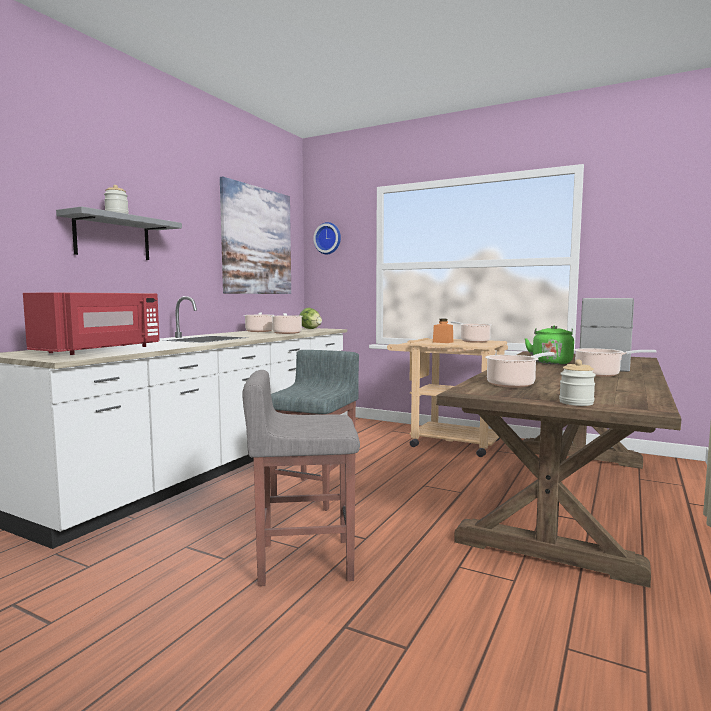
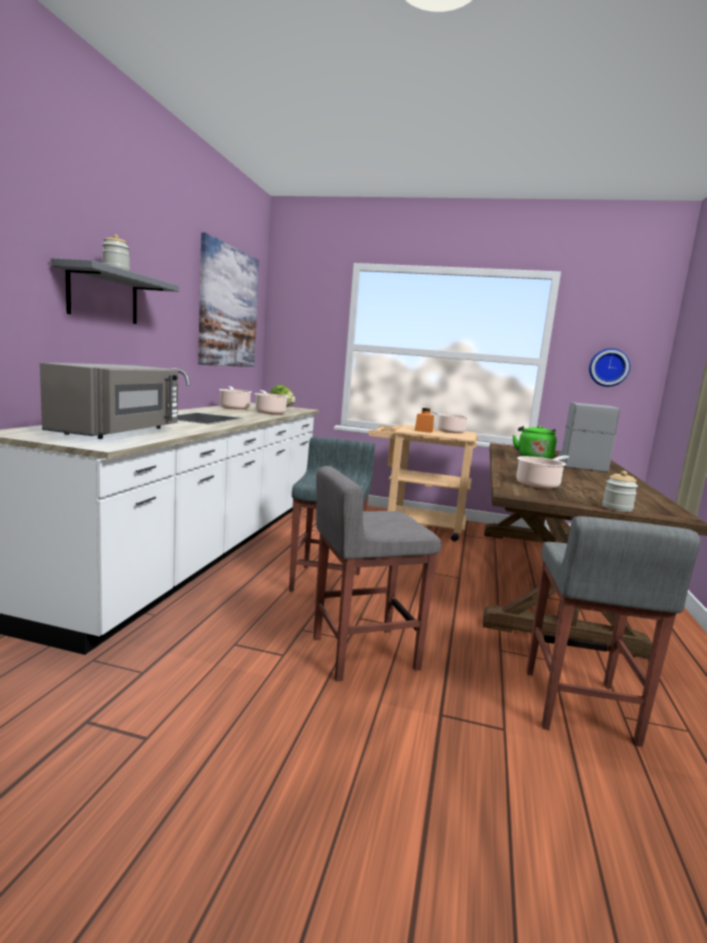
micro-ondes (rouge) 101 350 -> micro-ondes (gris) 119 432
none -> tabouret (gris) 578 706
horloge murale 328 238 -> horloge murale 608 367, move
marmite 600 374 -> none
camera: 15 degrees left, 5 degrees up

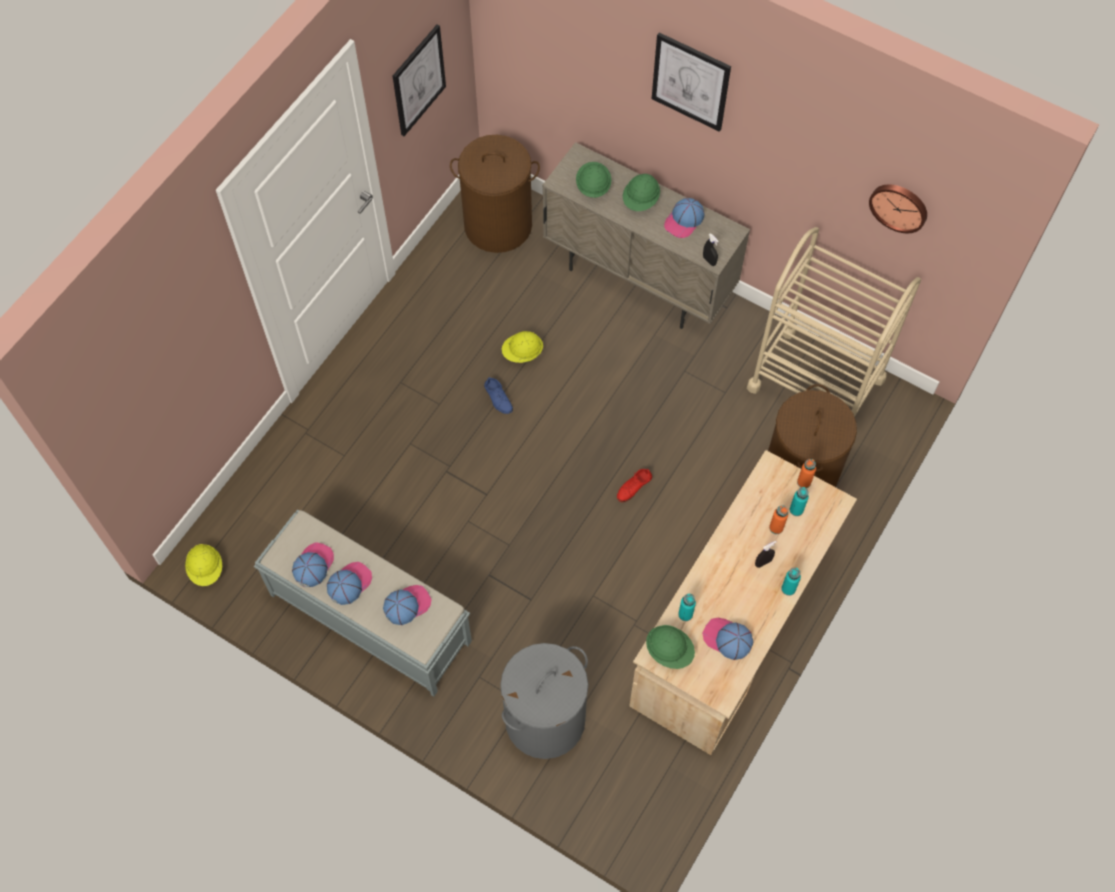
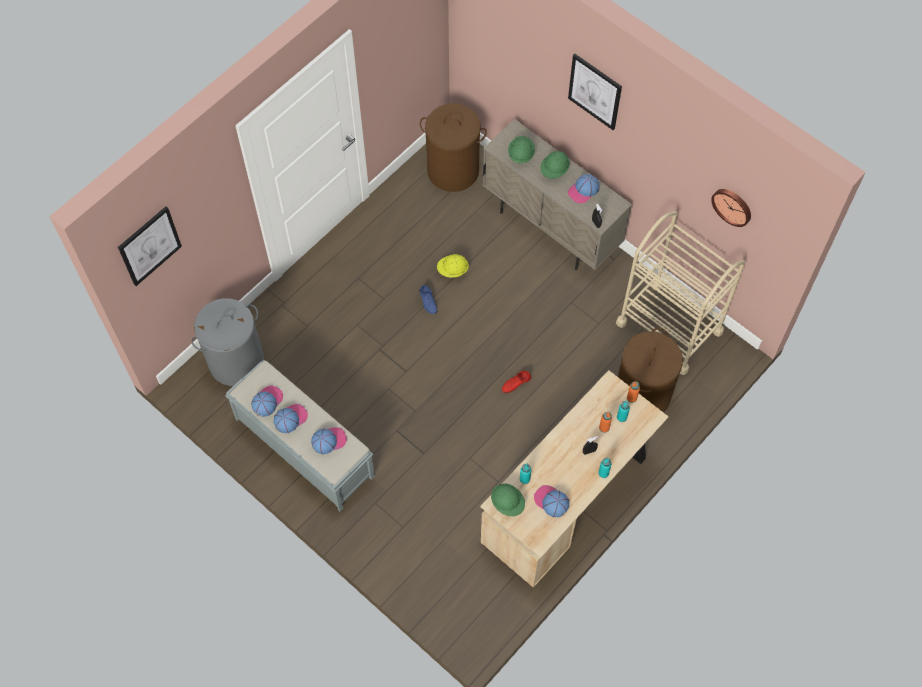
tableau 418 80 -> tableau 149 246, move
panier à linge (gris) 545 720 -> panier à linge (gris) 236 361, move
casque de chantier (jaune) 206 569 -> none
camera: 10 degrees right, 0 degrees up

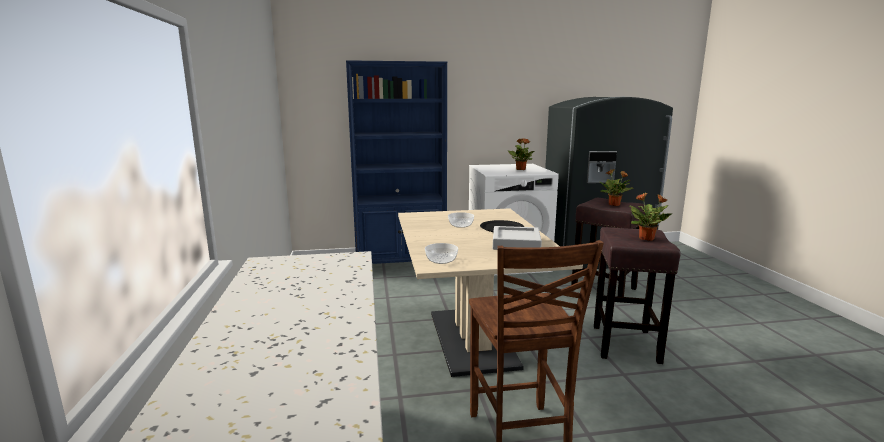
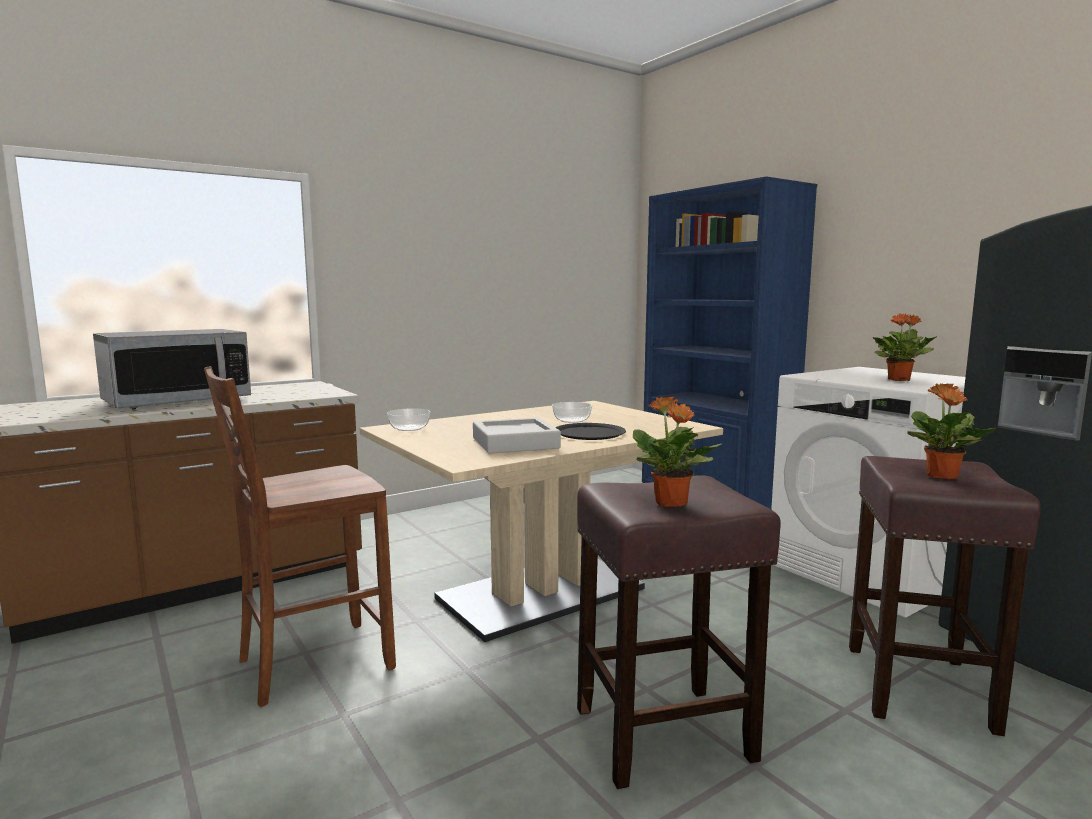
none -> micro-ondes 177 401
camera: 65 degrees right, 5 degrees down

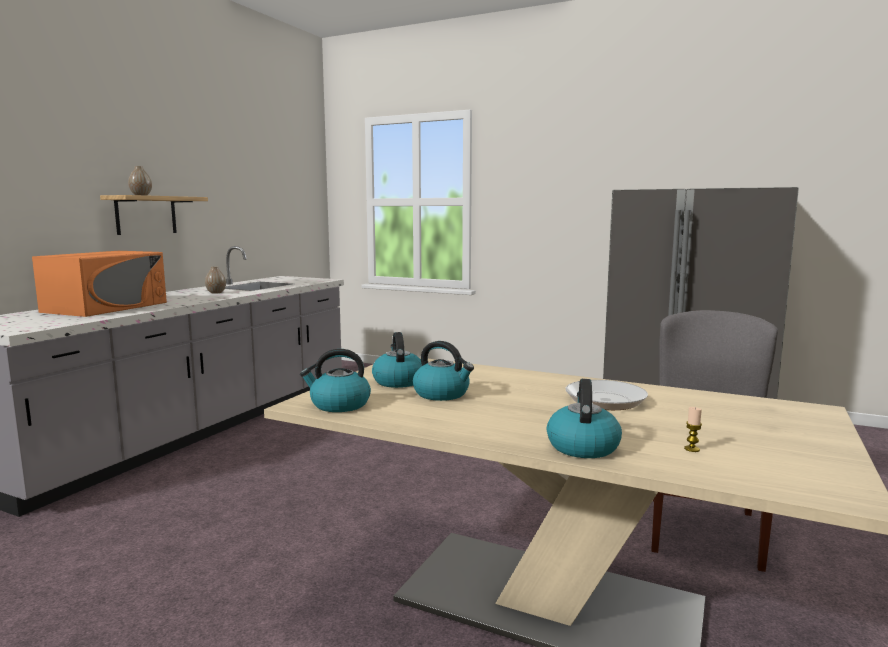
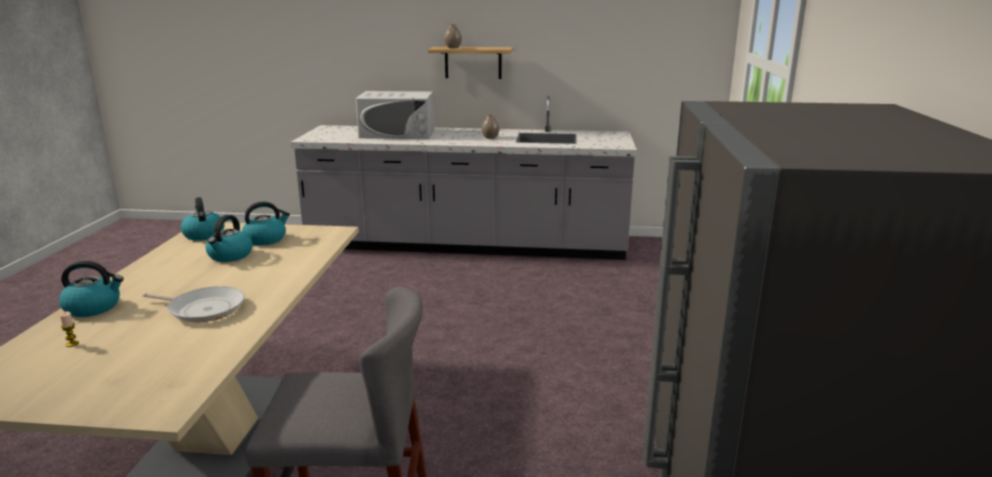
micro-ondes (orange) 106 307 -> micro-ondes (blanc) 397 133
camera: 70 degrees right, 10 degrees up

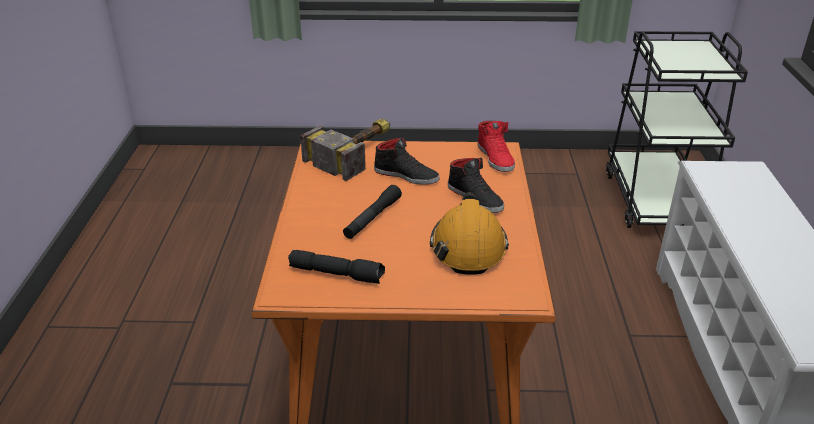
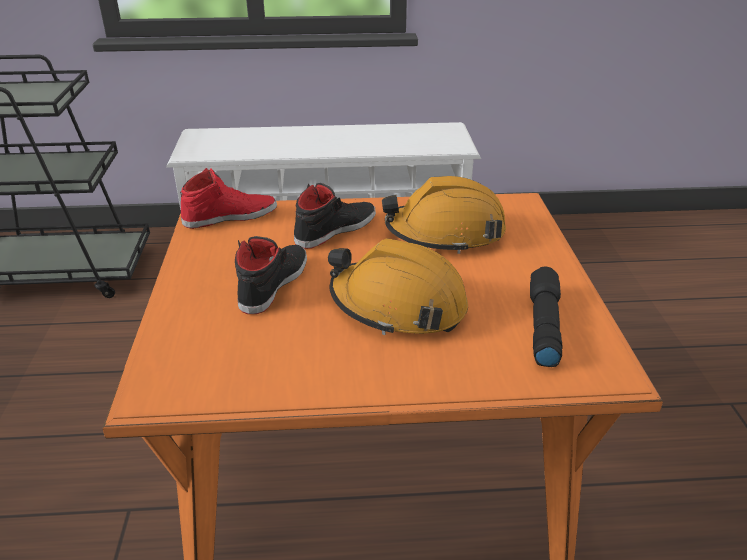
lampe de poche (noir) 372 218 -> casque de chantier (orange) 398 306
marteau 357 152 -> none
camera: 95 degrees left, 0 degrees up

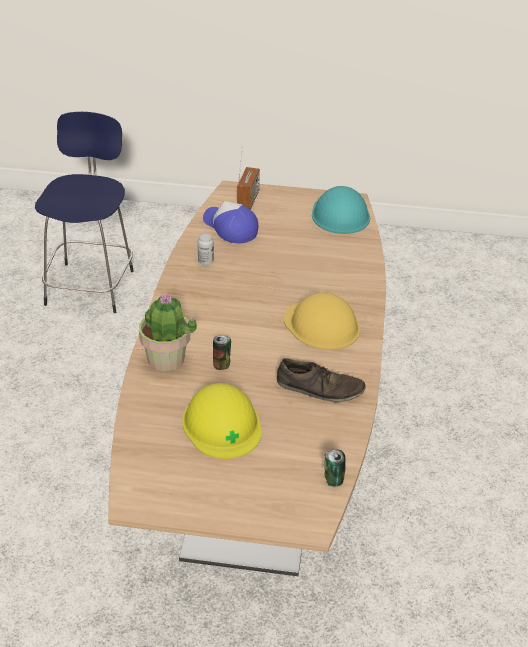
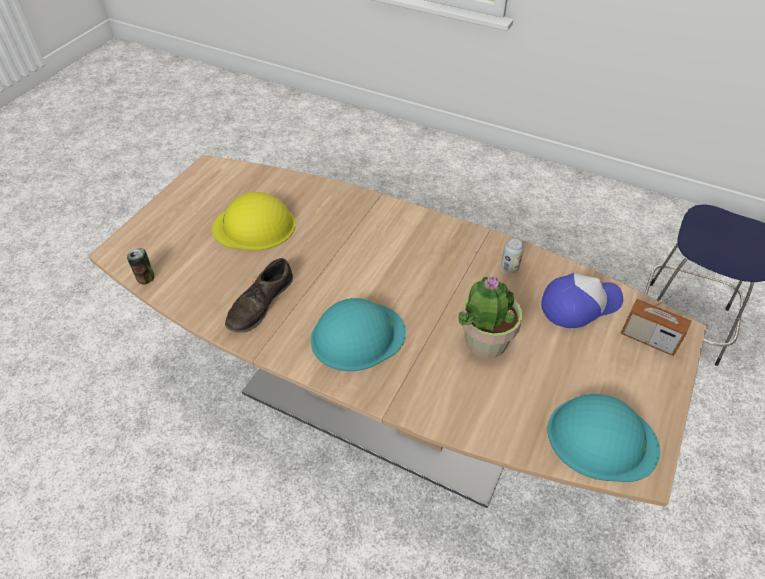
casque de chantier (jaune) 321 325 -> casque de chantier (turquoise) 357 336
plante en pot 166 359 -> plante en pot 485 342, move
boîte métallique 222 364 -> none
camera: 110 degrees right, 10 degrees up

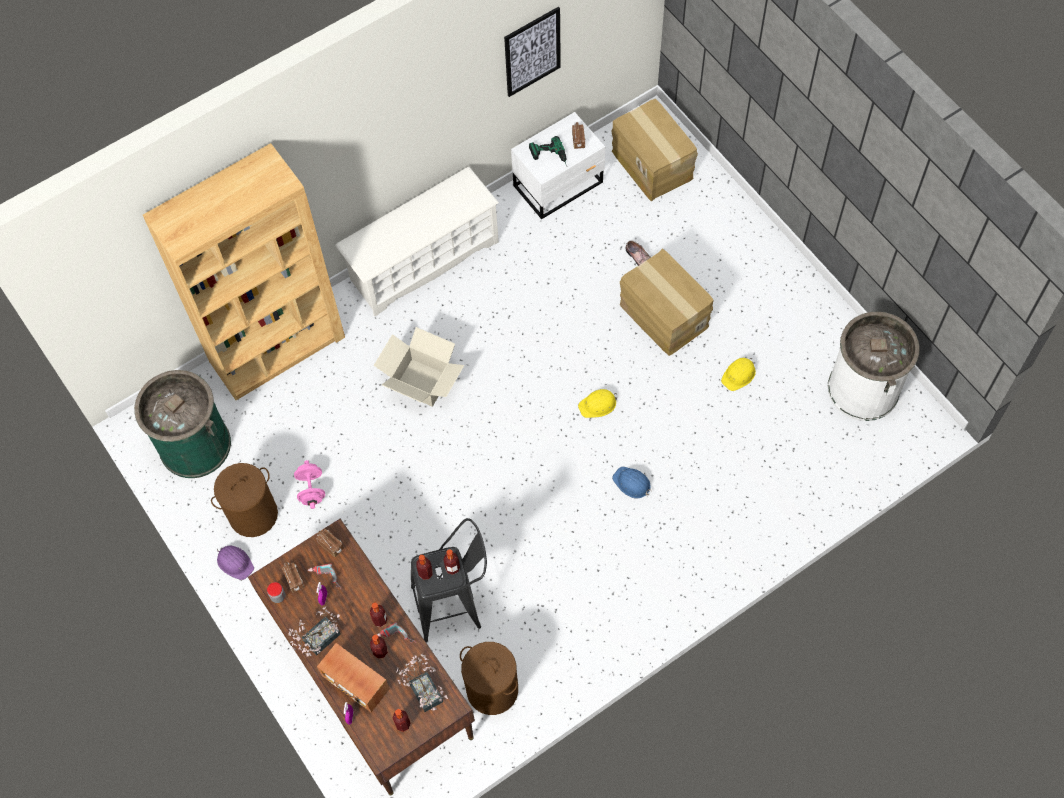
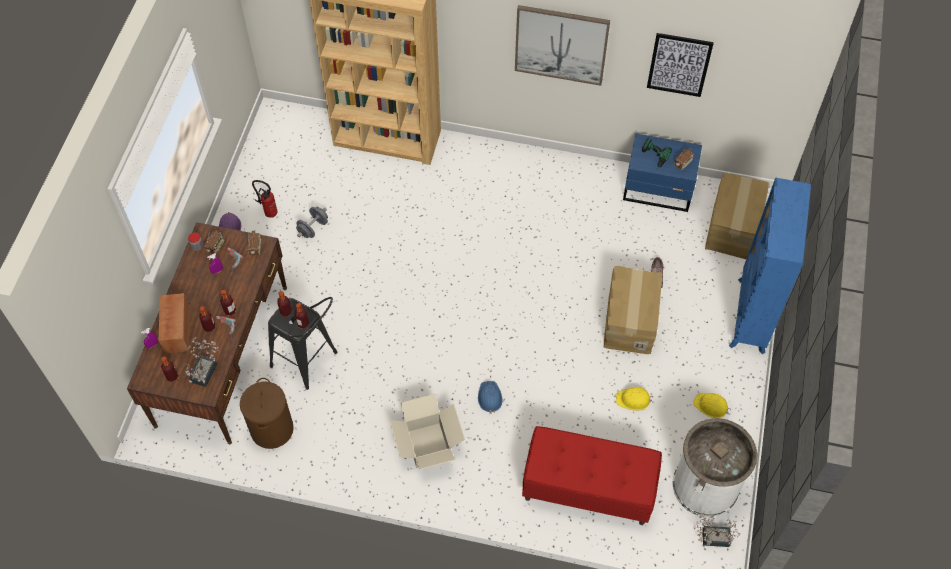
panier à linge (marron) 253 514 -> extincteur 269 212
haltère (rose) 311 489 -> haltère (gris) 313 228
carton 422 383 -> carton 427 445, move
none -> tableau 561 44
none -> banc (rouge) 588 489
table de chevet (blanc) 560 184 -> table de chevet (bleu) 659 190
casque de chantier (jaune) 598 405 -> casque de chantier (jaune) 711 406, move
plante en pot 318 640 -> plante en pot 712 537, move
none -> bibliothèque (bleu) 750 316
poubelle (vert) 195 445 -> none
étagère à chaussures (blanc) 423 261 -> none
camera: 45 degrees right, 5 degrees down

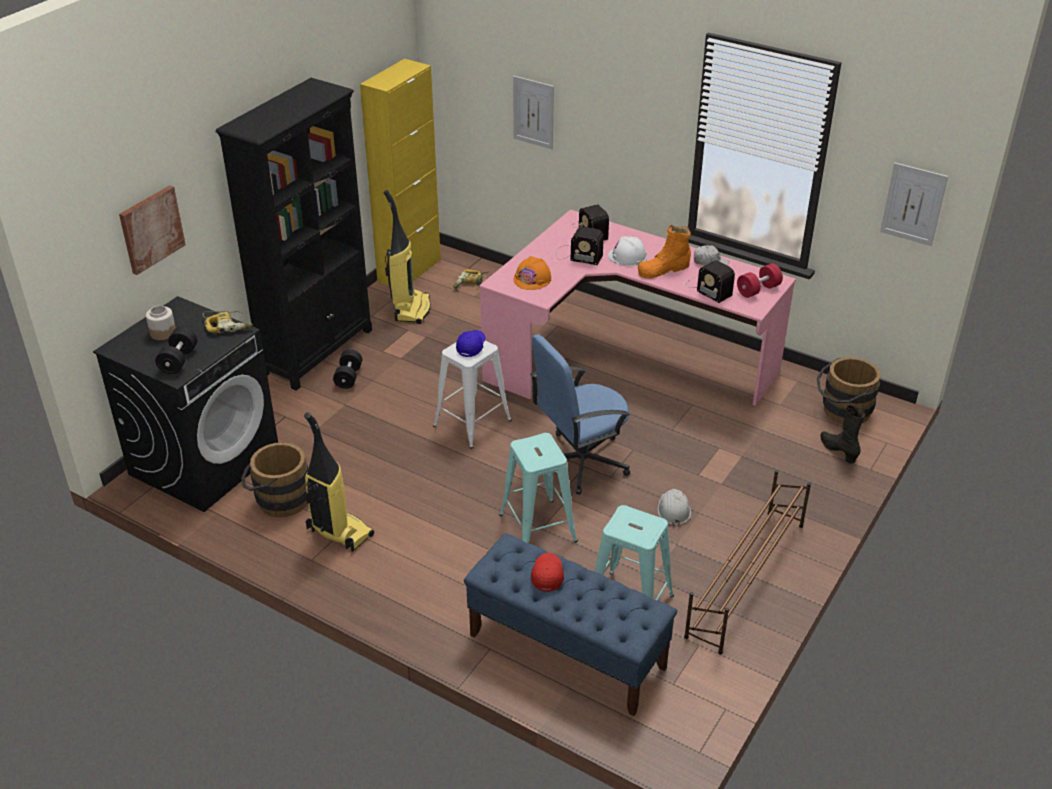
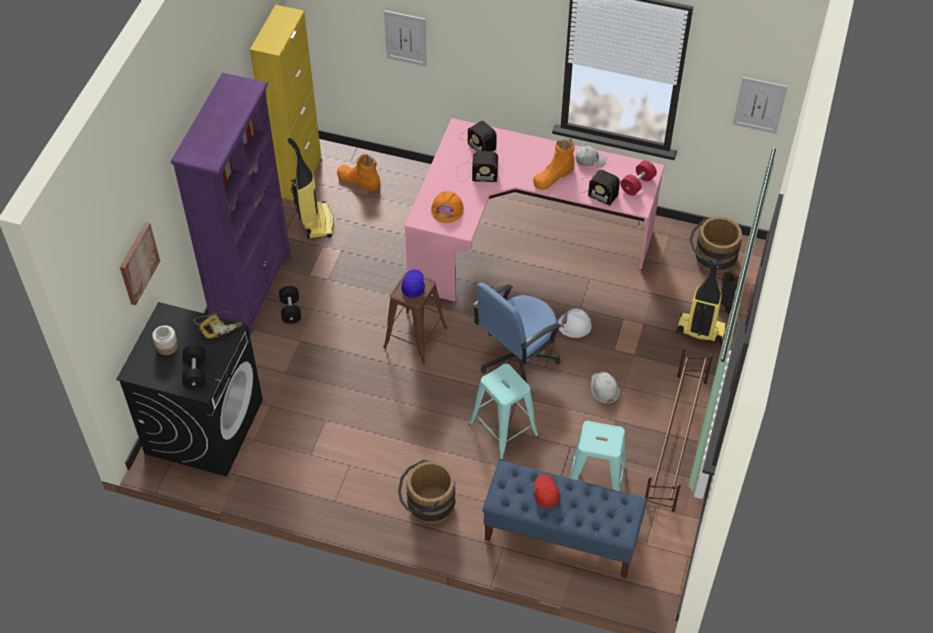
bibliothèque (noir) 318 351 -> bibliothèque (violet) 252 287
perceuse 470 283 -> botte (orange) 358 180
tabouret (blanc) 472 423 -> tabouret (marron) 415 337
seau (marron) 278 499 -> seau (marron) 426 505, move
casque de chantier (blanc) 627 256 -> casque de chantier (blanc) 574 325, move
aspirateur 338 533 -> aspirateur 700 331, move
camera: 15 degrees left, 15 degrees up

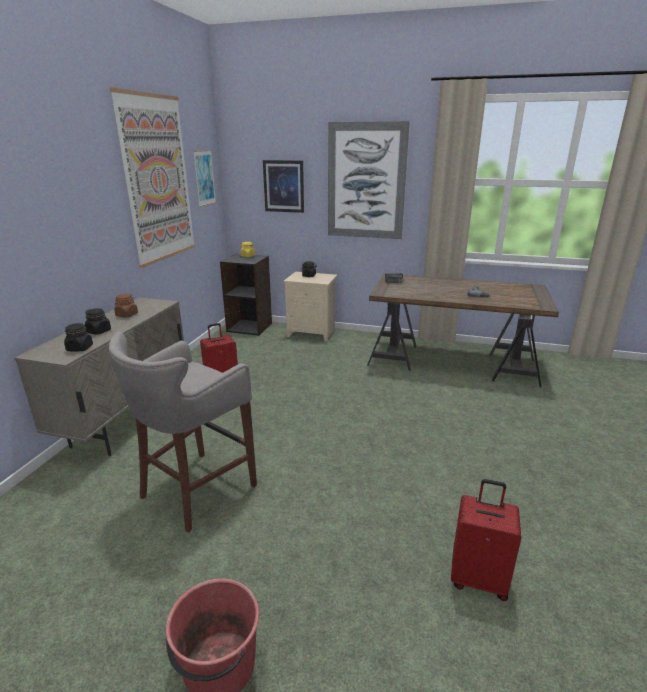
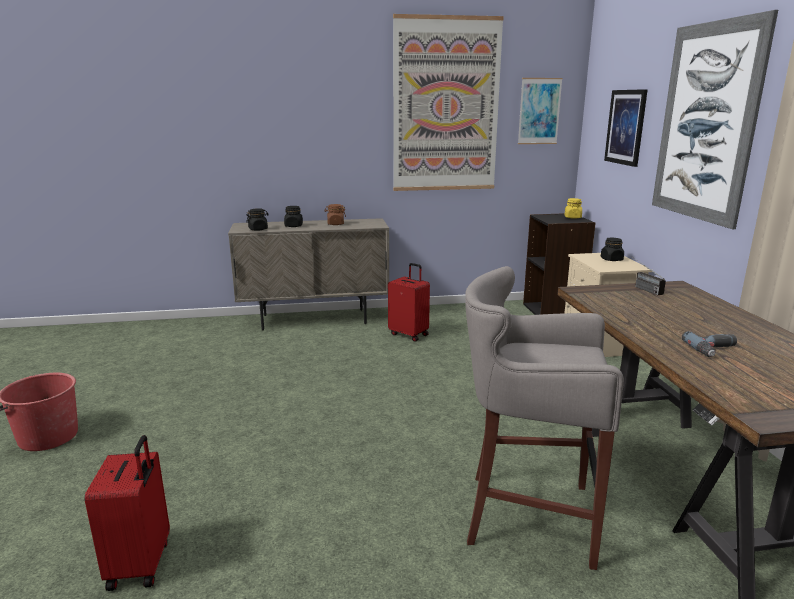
tabouret (gris) 195 491 -> tabouret (gris) 525 515, move
camera: 65 degrees right, 5 degrees down

